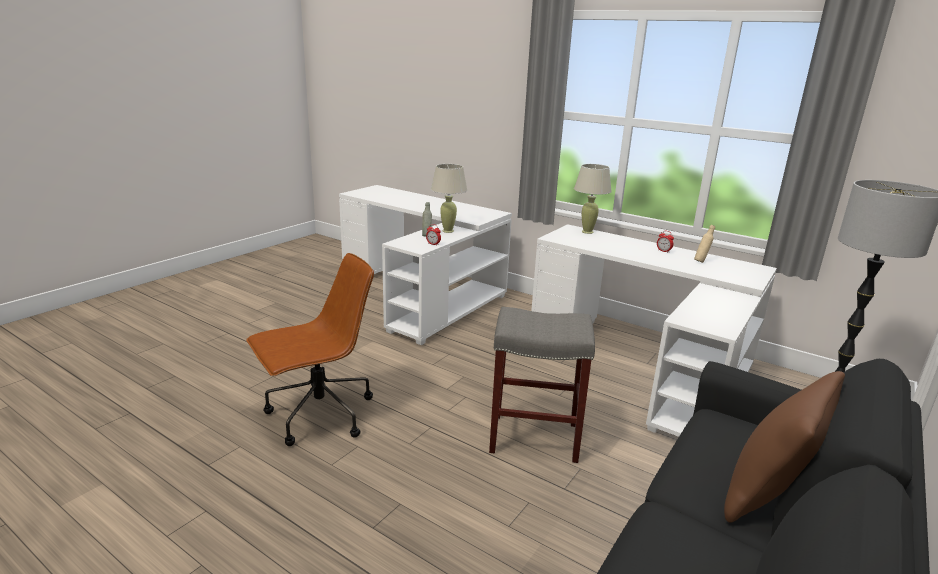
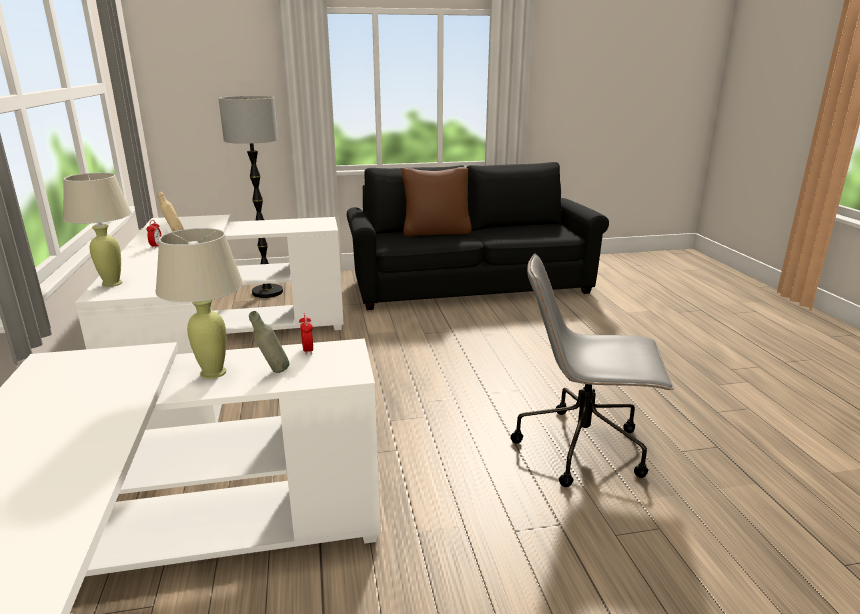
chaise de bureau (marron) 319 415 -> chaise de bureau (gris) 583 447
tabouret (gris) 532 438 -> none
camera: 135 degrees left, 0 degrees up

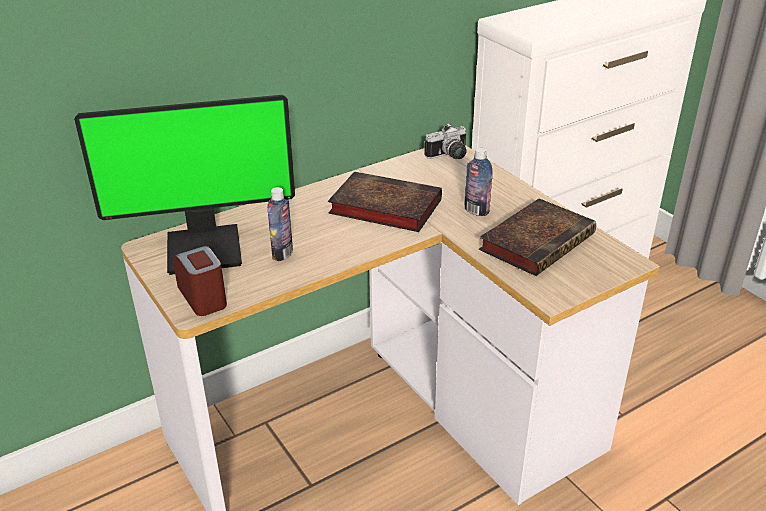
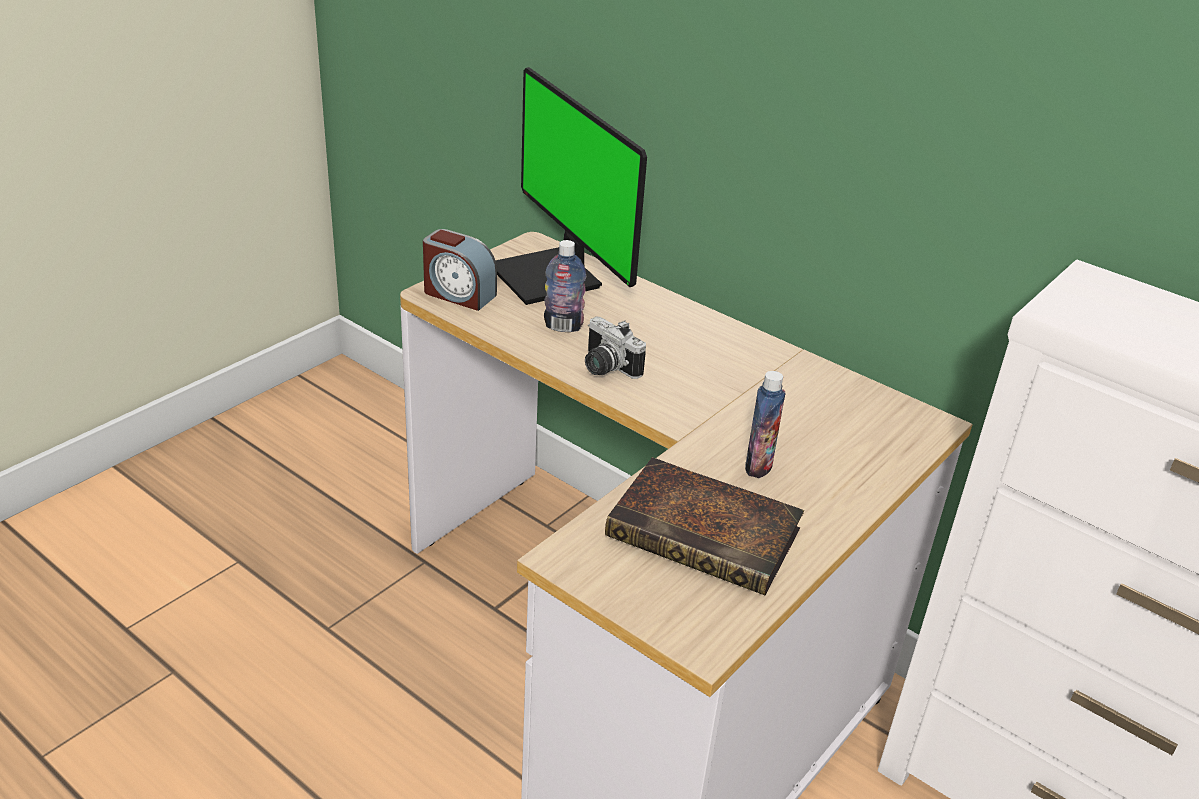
réveil 203 297 -> réveil 458 294, 75 degrees clockwise
appareil photo 449 156 -> appareil photo 605 367, move
livre 382 207 -> none
camera: 70 degrees right, 0 degrees up

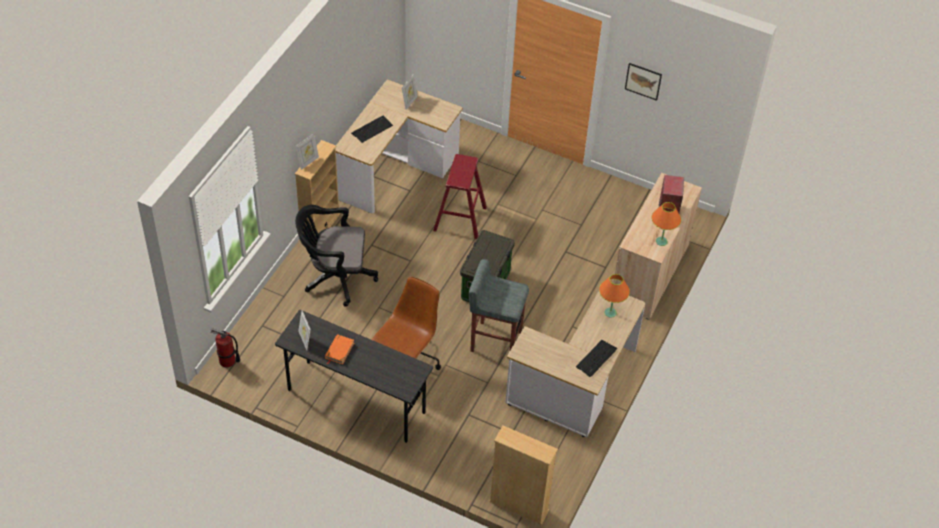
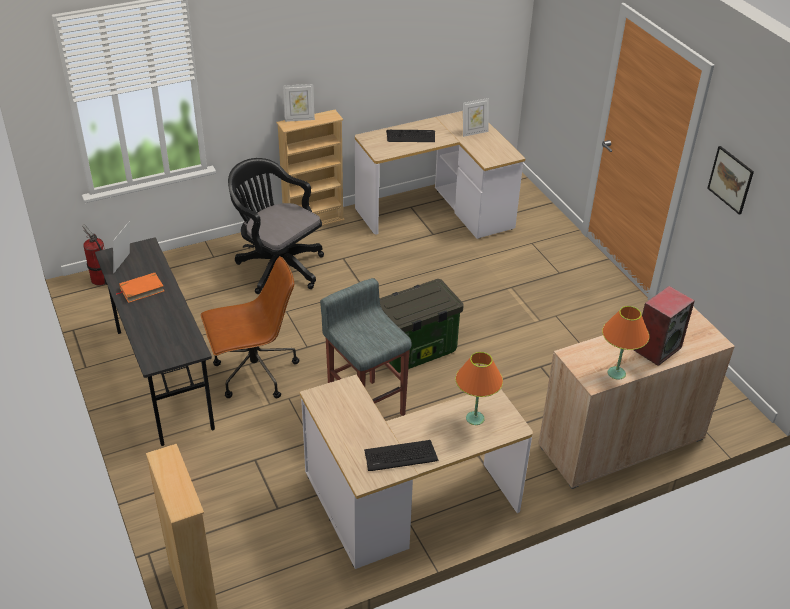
tabouret (rouge) 460 219 -> none
camera: 40 degrees right, 10 degrees down

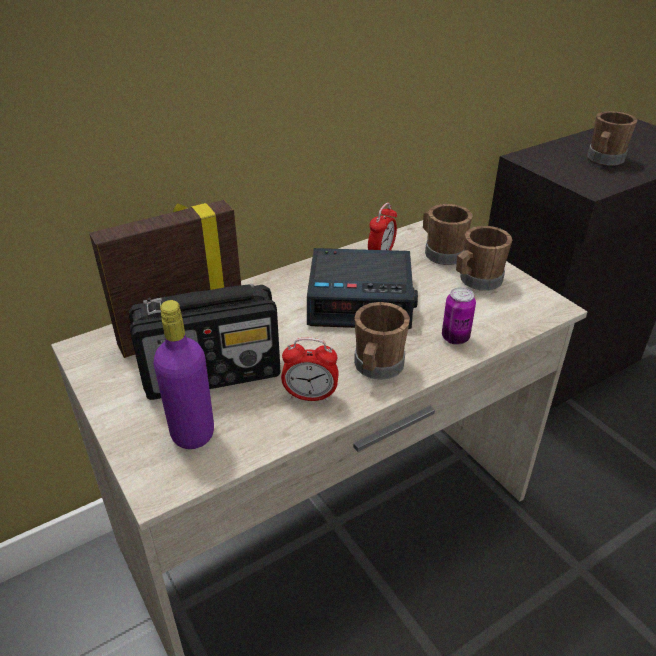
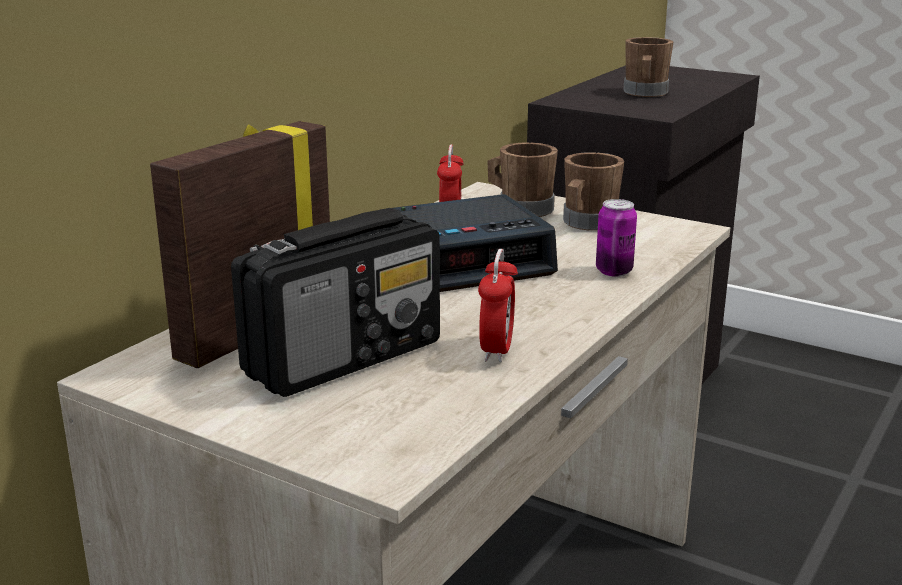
réveil 310 396 -> réveil 497 350, 60 degrees counterclockwise
bouteille (violet) 192 433 -> none
mug (marron) 377 367 -> none
camera: 25 degrees left, 15 degrees down

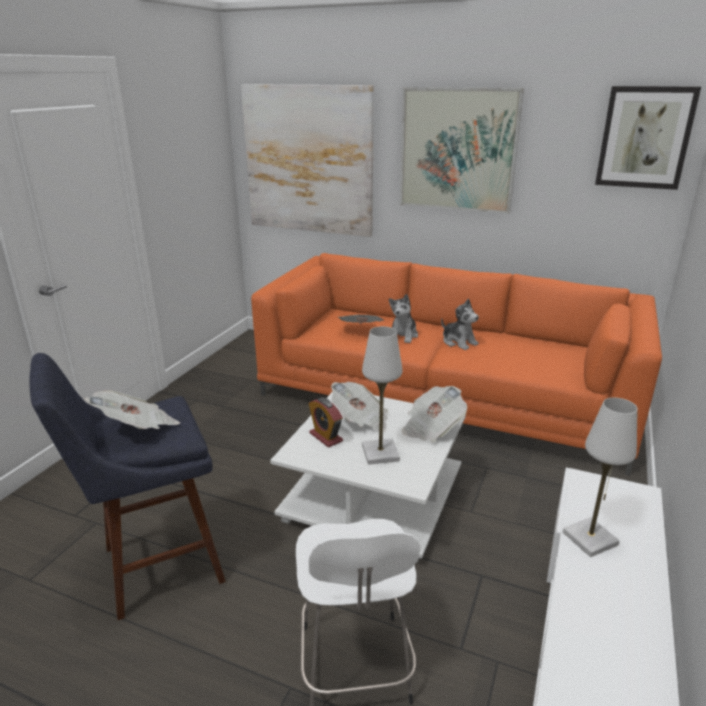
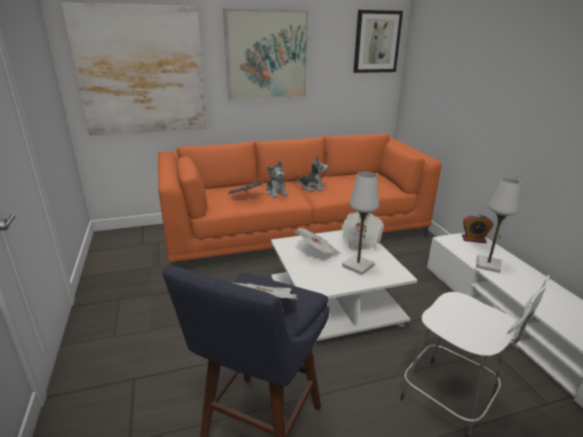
réveil 326 437 -> réveil 473 239, move
camera: 40 degrees left, 0 degrees up

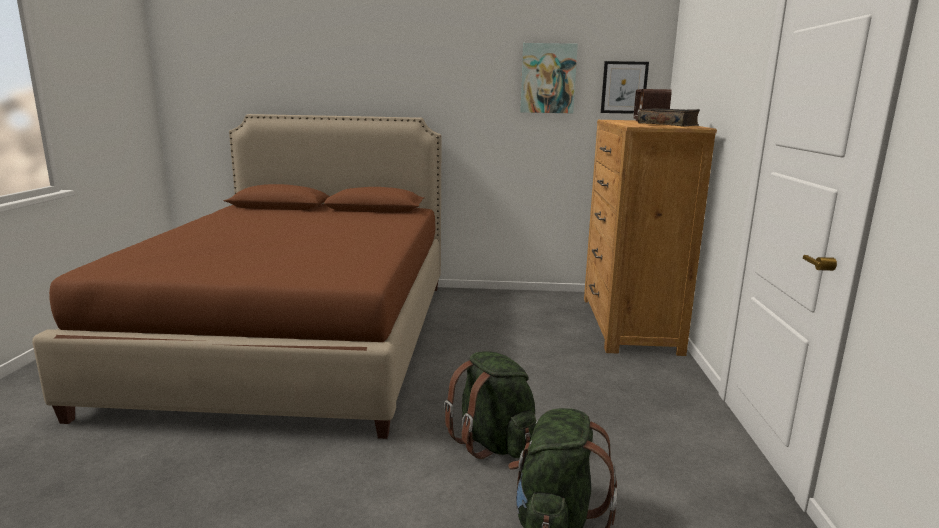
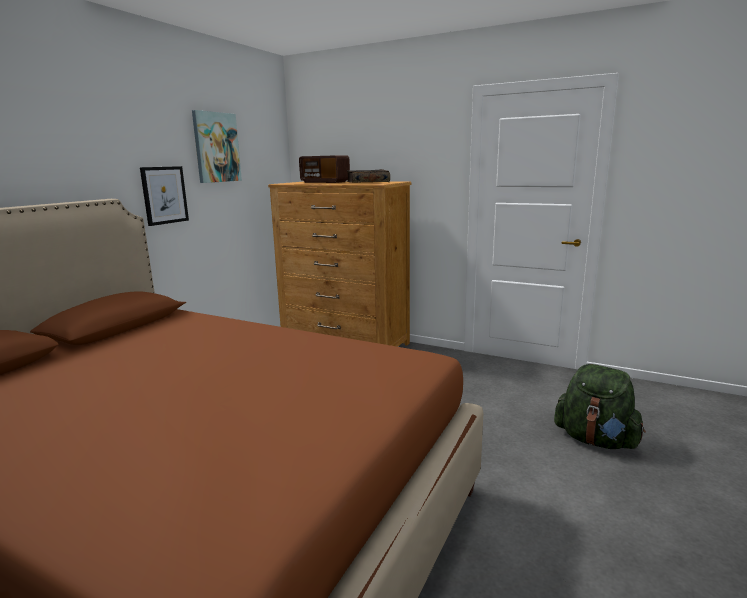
tableau 624 87 -> tableau 164 195, move
sac à dos (vert) 493 443 -> none
camera: 65 degrees left, 0 degrees up

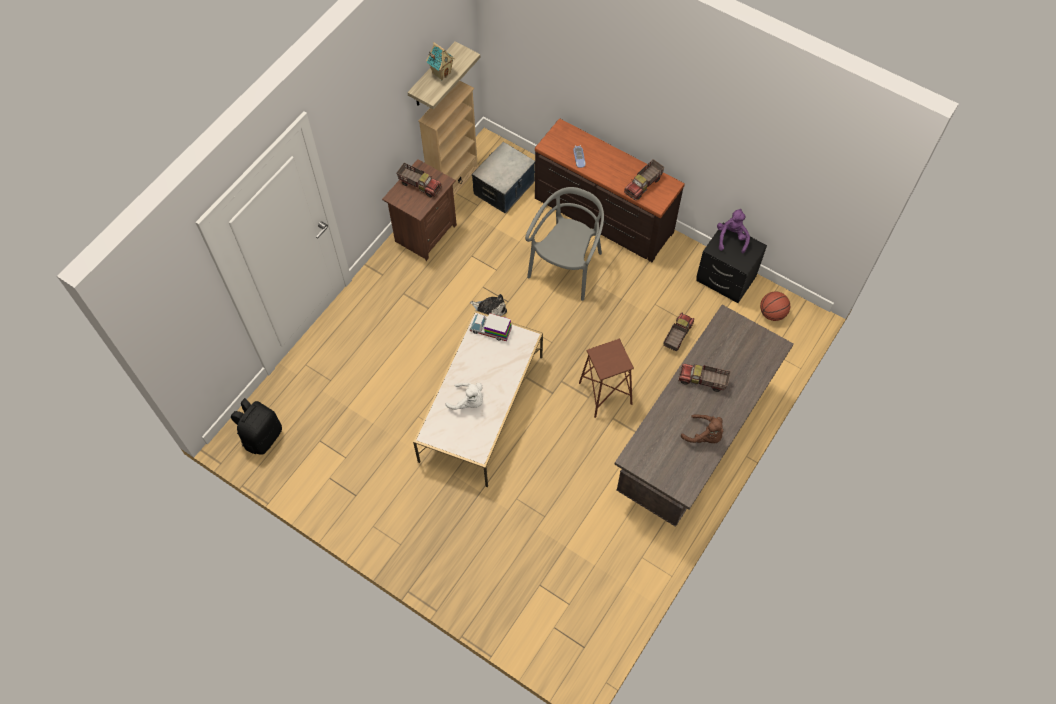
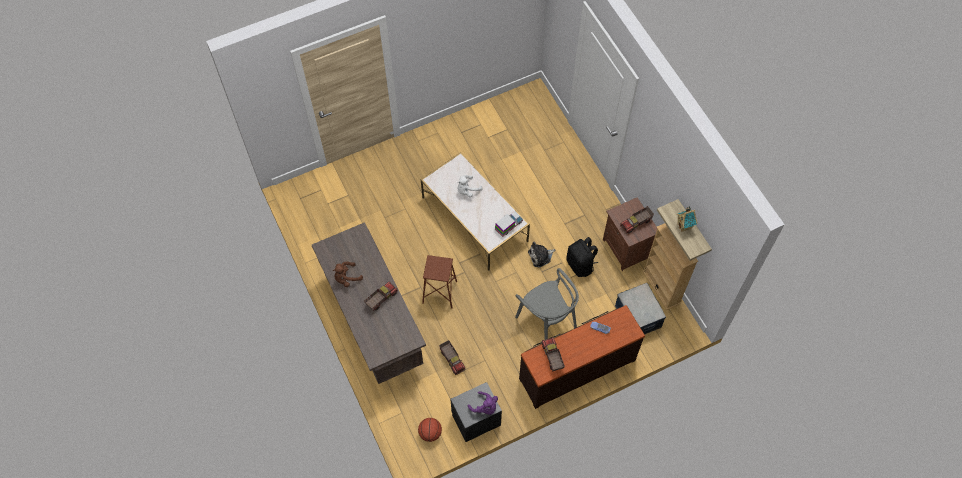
sac à dos (noir) 262 436 -> sac à dos (noir) 580 265, move
camera: 120 degrees right, 0 degrees up

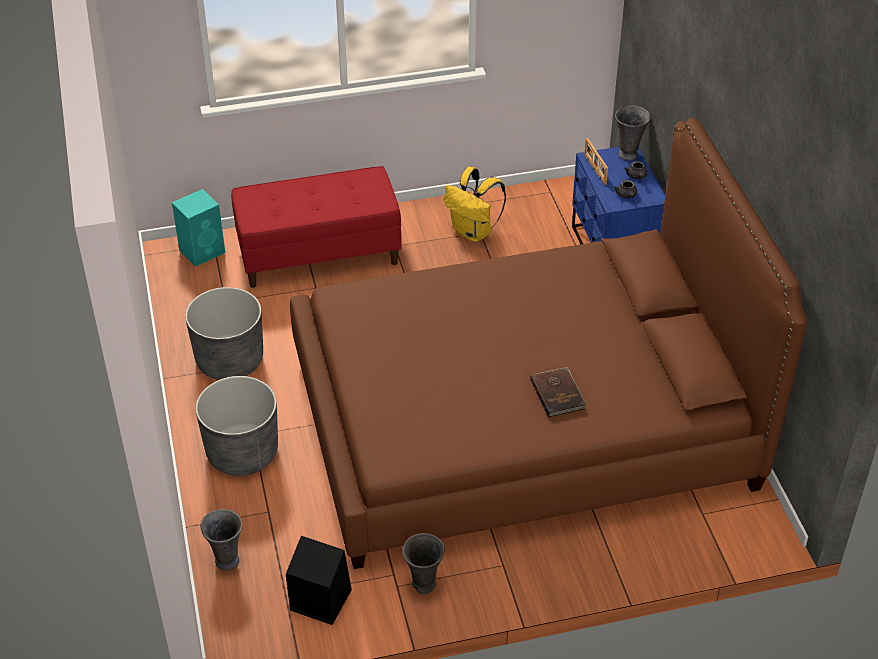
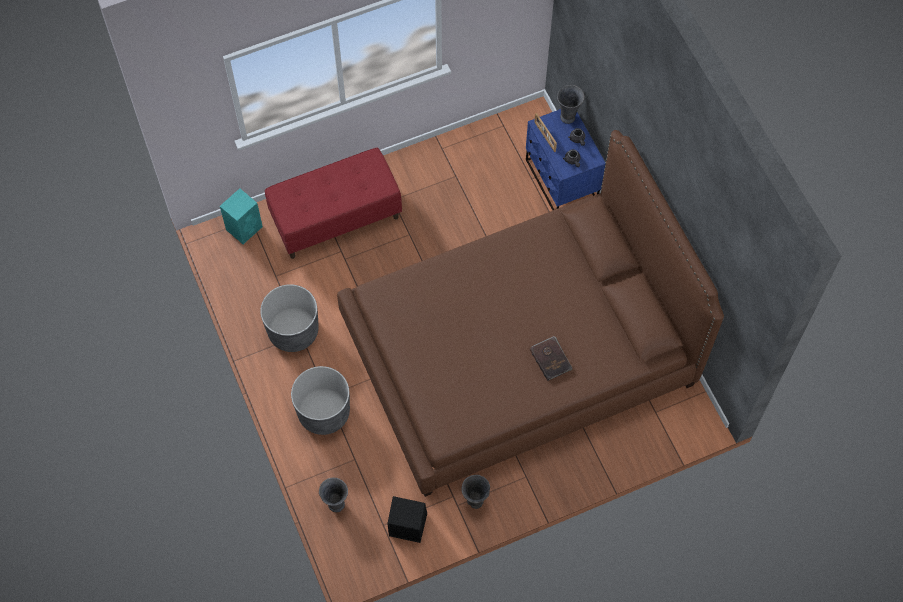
sac à dos (jaune) 473 232 -> none
camera: 10 degrees left, 20 degrees up

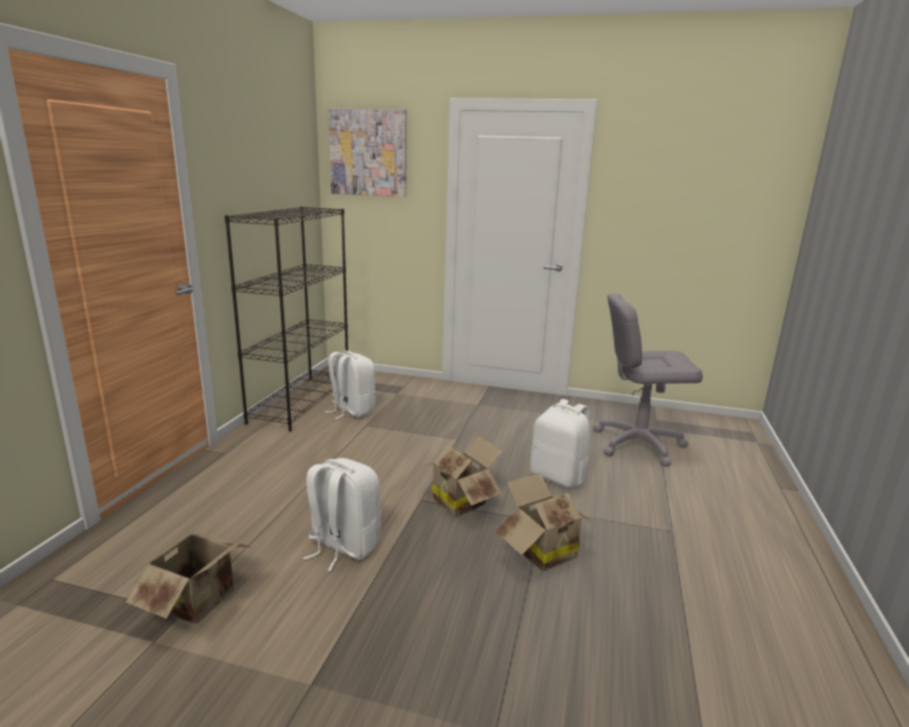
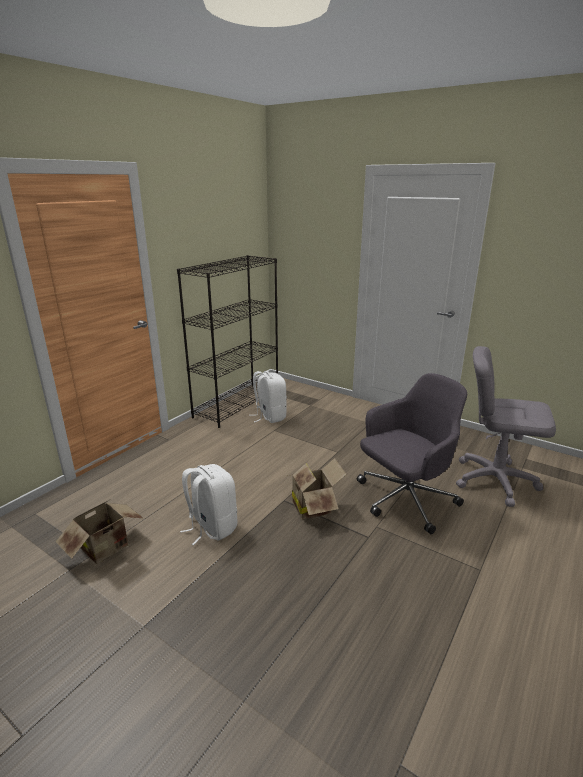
sac à dos (blanc) 559 477 -> chaise de bureau (gris) 404 500
tableau 368 153 -> none
carton 540 551 -> none
camera: 20 degrees right, 5 degrees up

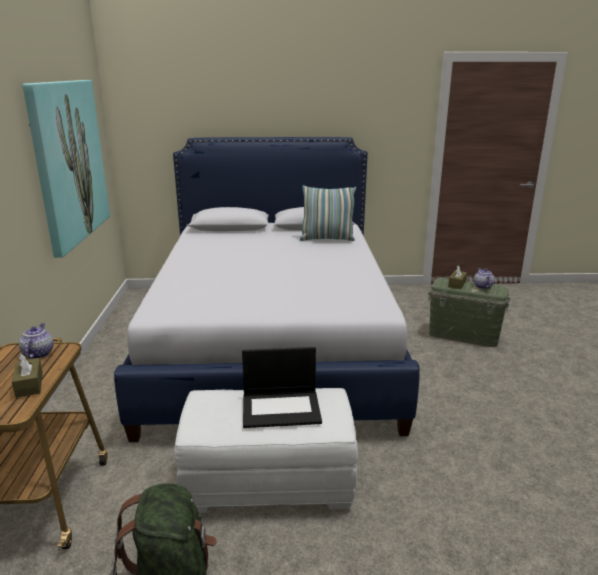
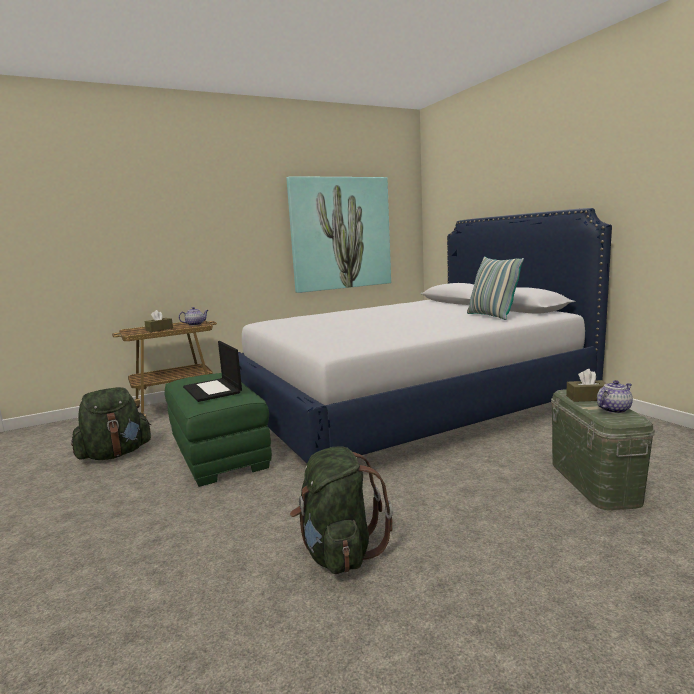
pouf (blanc) 270 480 -> pouf (vert) 219 453
none -> sac à dos (vert) 339 552
camera: 65 degrees right, 10 degrees down

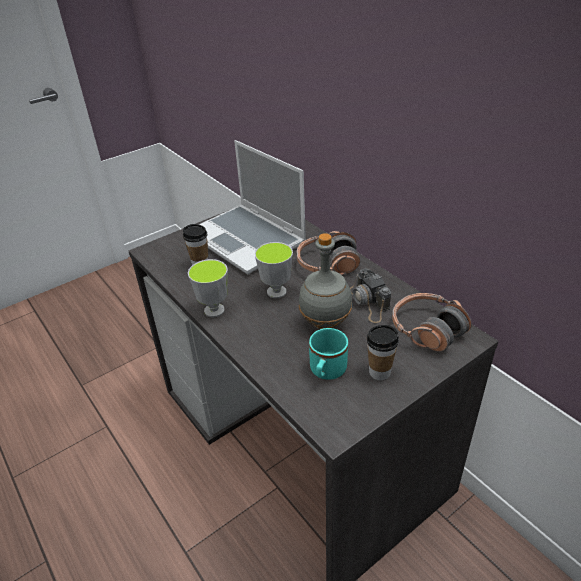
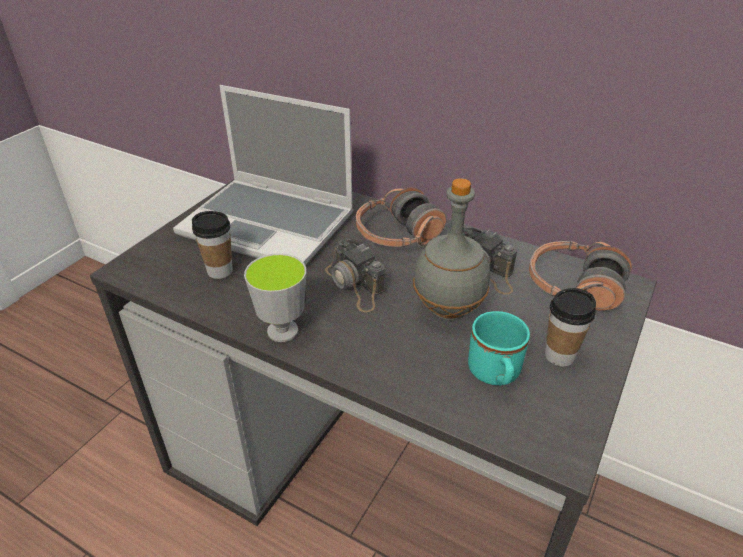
tasse 276 292 -> appareil photo 355 284
camera: 25 degrees left, 0 degrees up

